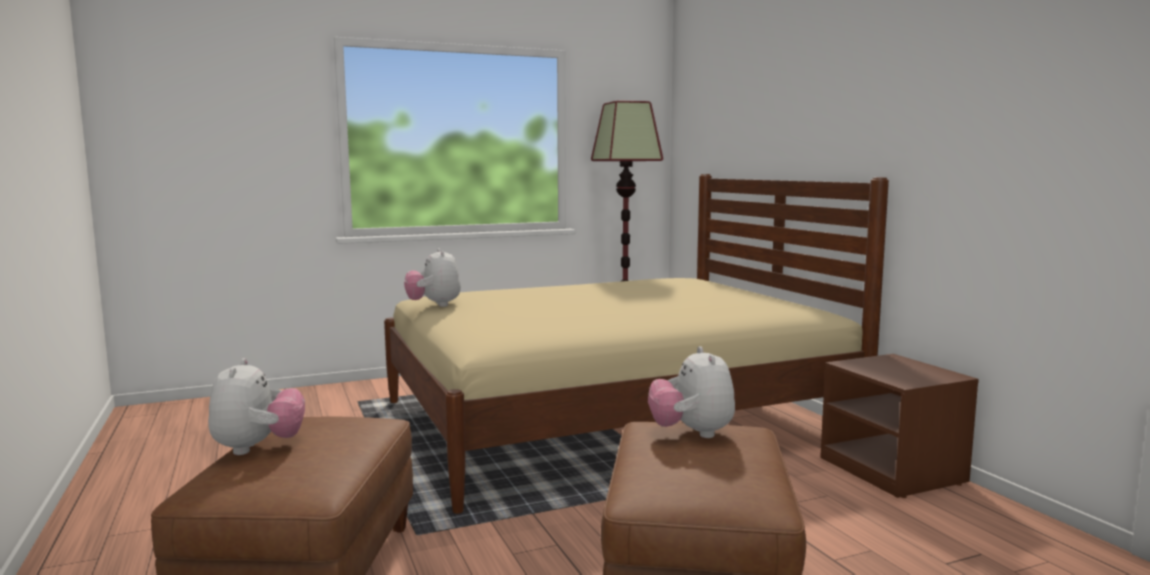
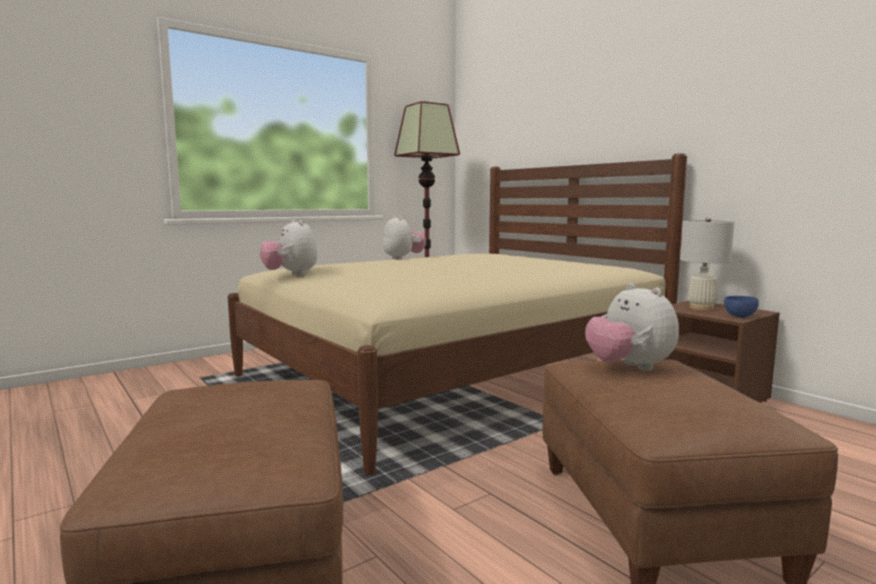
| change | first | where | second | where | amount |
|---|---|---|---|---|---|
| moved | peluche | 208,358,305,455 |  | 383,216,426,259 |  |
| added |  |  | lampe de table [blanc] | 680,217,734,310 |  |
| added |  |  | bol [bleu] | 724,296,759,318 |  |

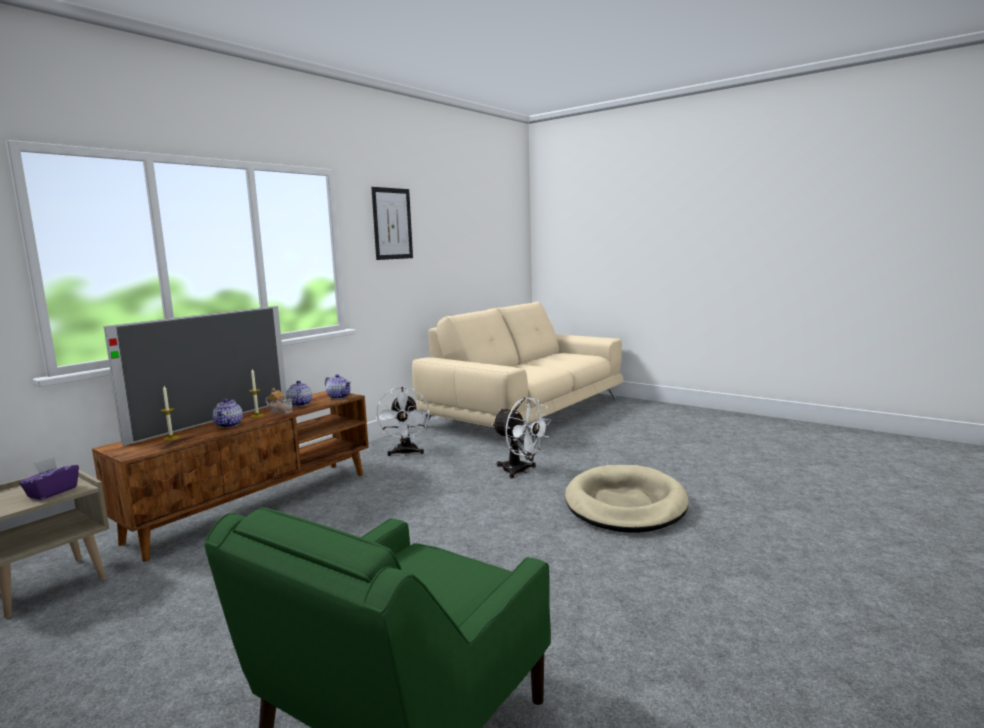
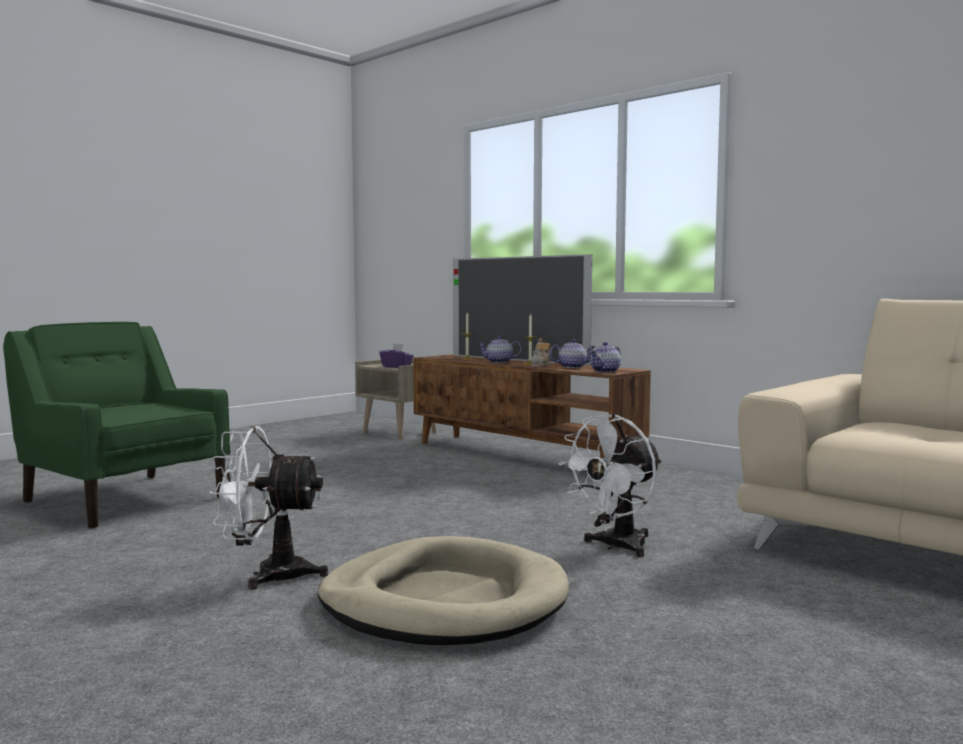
| change | first | where | second | where | amount |
|---|---|---|---|---|---|
| moved | ventilateur [blanc] | 376,387,429,456 |  | 209,426,328,590 |  |
| removed | tableau | 371,187,413,260 |  |  |  |

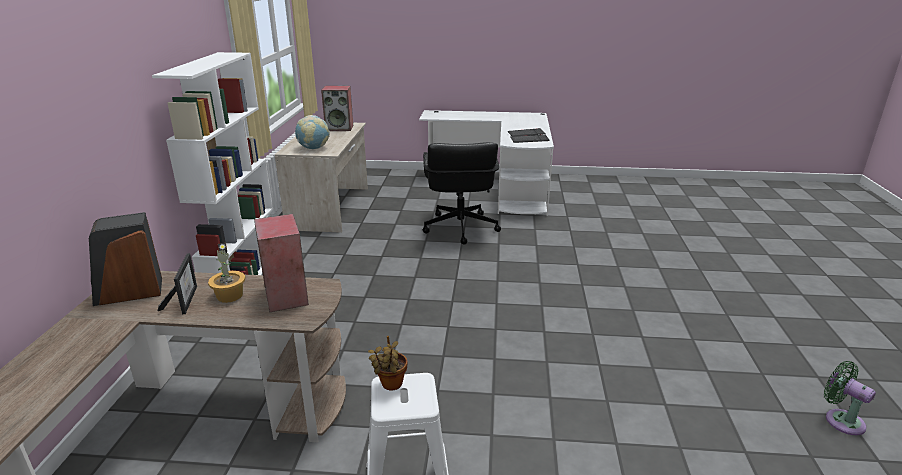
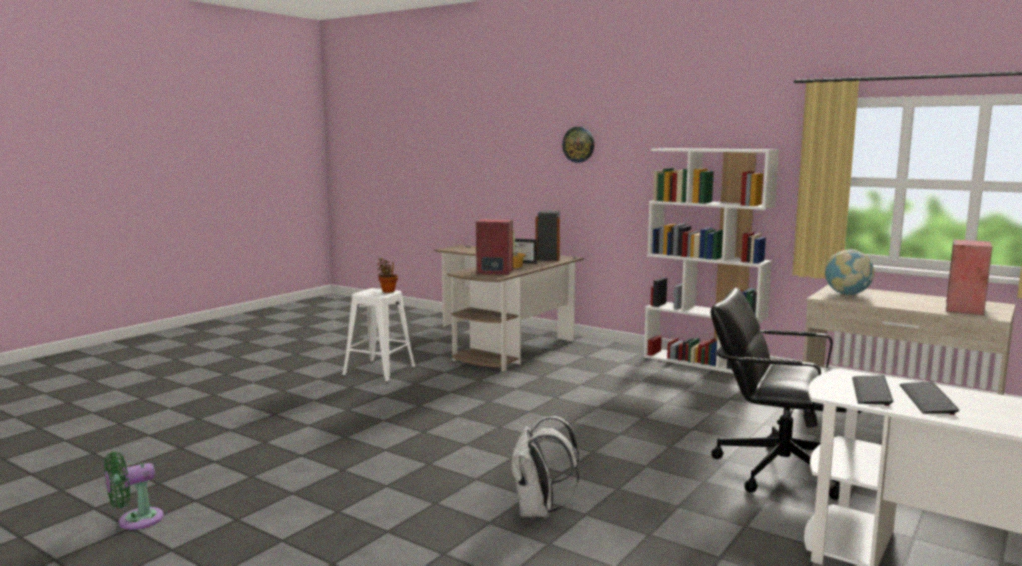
| change | first | where | second | where | amount |
|---|---|---|---|---|---|
| turned | ventilateur [vert] | 824,361,876,435 |  | 104,452,164,530 | 150 degrees clockwise |
| added |  |  | sac à dos [blanc] | 511,416,579,518 |  |
| added |  |  | horloge murale | 562,127,594,163 |  |

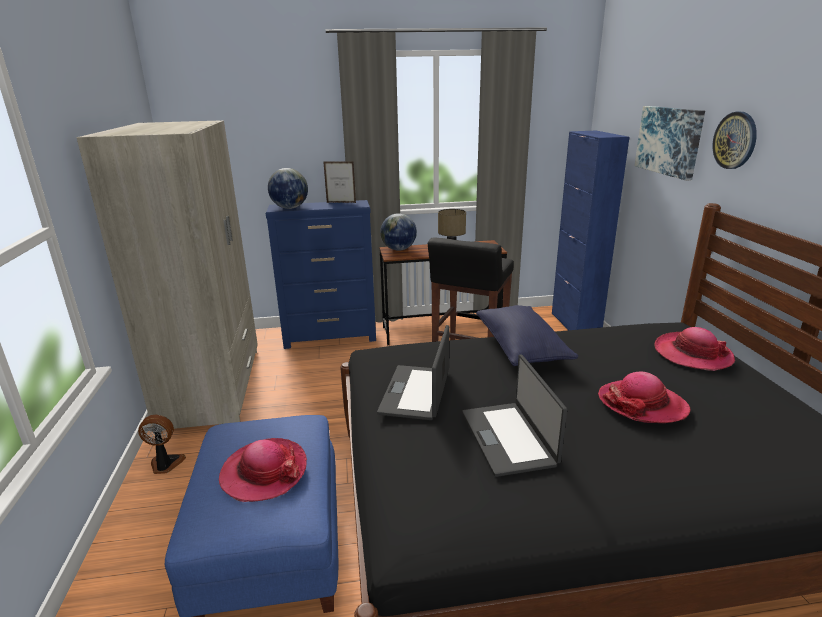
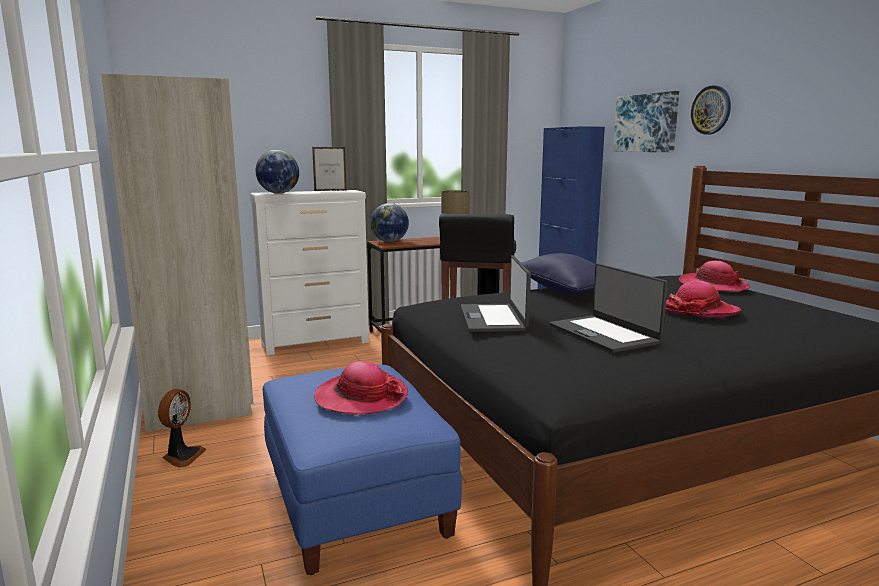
| change | first | where | second | where | amount |
|---|---|---|---|---|---|
| turned | ventilateur | 138,415,186,474 |  | 158,389,207,468 | 120 degrees clockwise |
| recoloured | commode [bleu] | 266,200,376,349 | commode [blanc] | 250,190,369,355 |  |

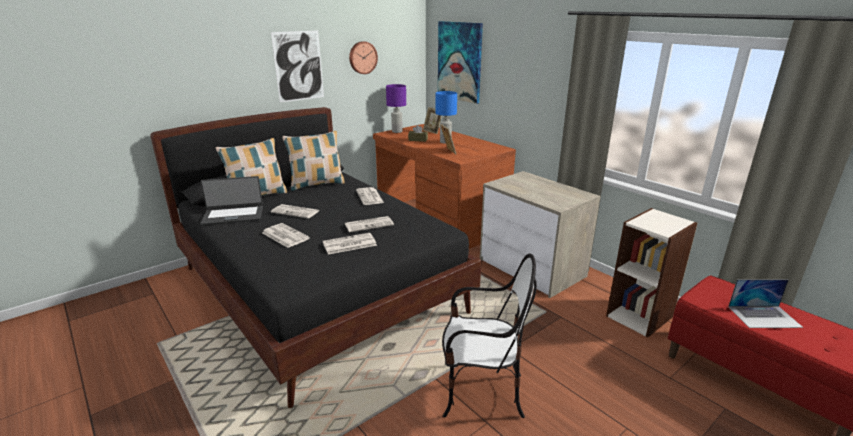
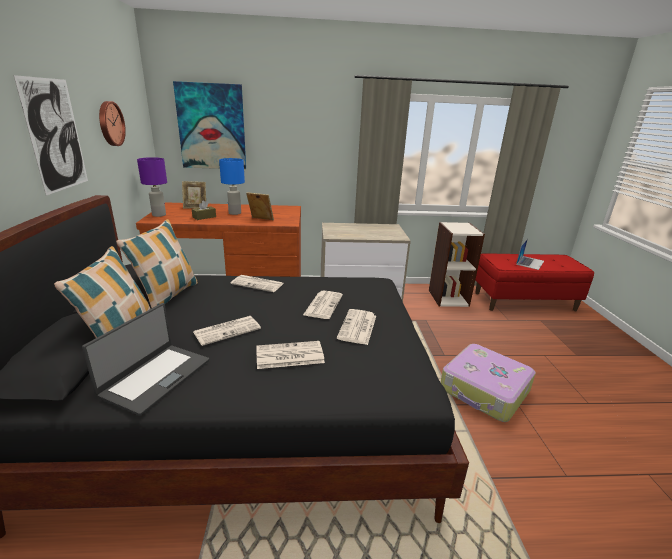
| change | first | where | second | where | amount |
|---|---|---|---|---|---|
| replaced | chaise | 442,254,537,418 | valise | 440,344,536,422 |  |

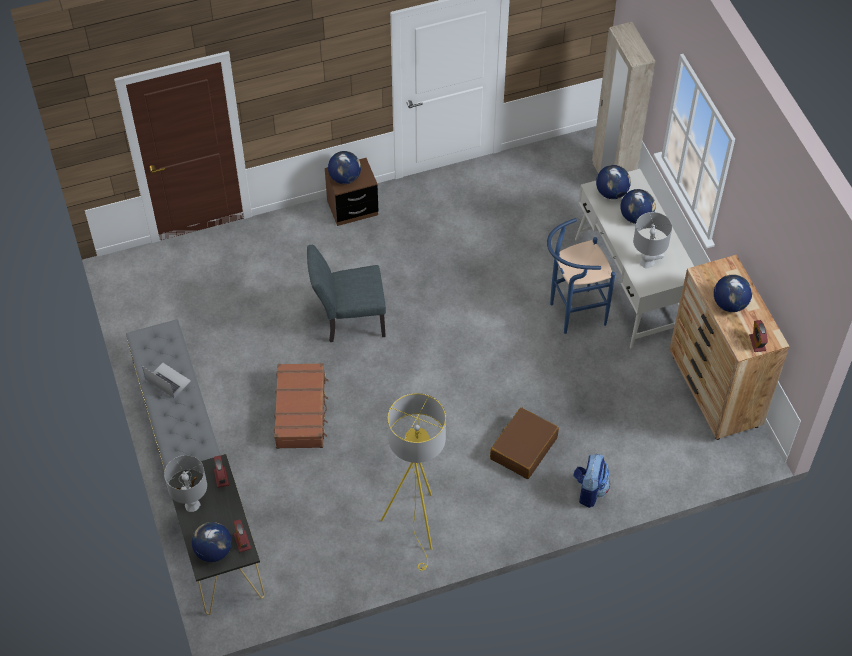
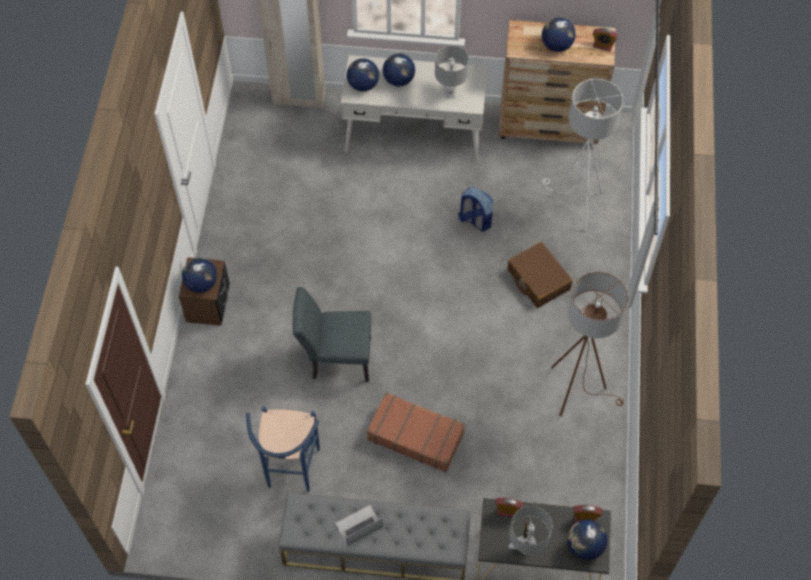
| change | first | where | second | where | amount |
|---|---|---|---|---|---|
| moved | tabouret [bleu] | 547,218,615,334 |  | 246,406,320,492 |  |
| turned | chaise [gris] | 307,245,386,342 |  | 293,287,371,382 | 75 degrees clockwise |
| moved | sac à dos | 574,454,610,508 |  | 458,187,493,232 |  |
| added |  |  | lampadaire [blanc] | 542,78,624,231 |  |
| recoloured | lampadaire [jaune] | 381,393,446,571 | lampadaire [marron] | 551,272,628,416 |  |

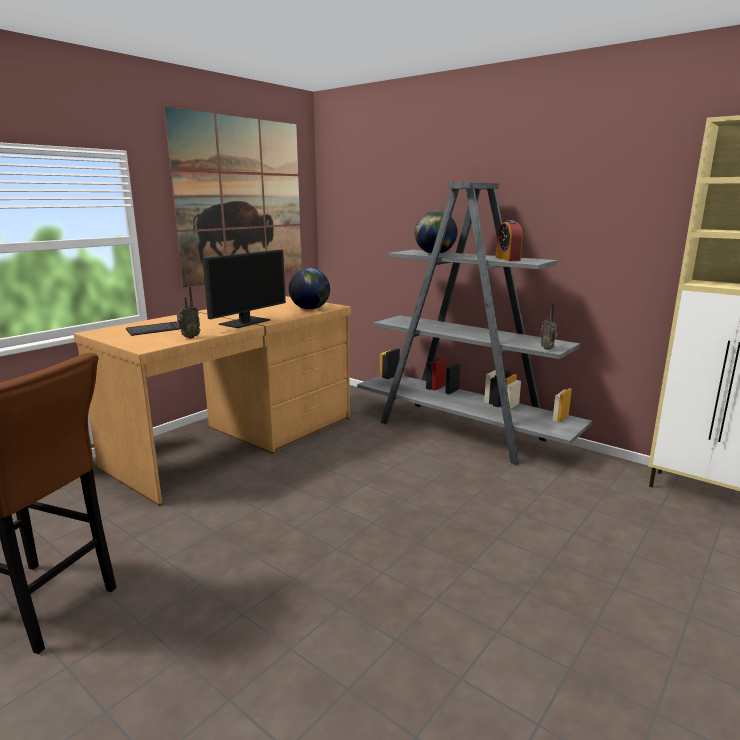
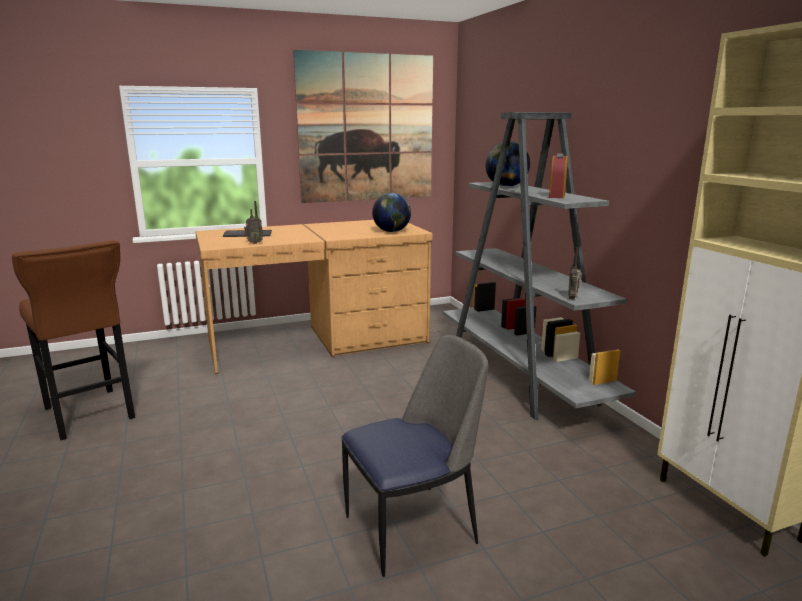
| change | first | where | second | where | amount |
|---|---|---|---|---|---|
| added |  |  | chaise | 341,335,489,577 |  |
| removed | écran d'ordinateur | 202,250,286,328 |  |  |  |

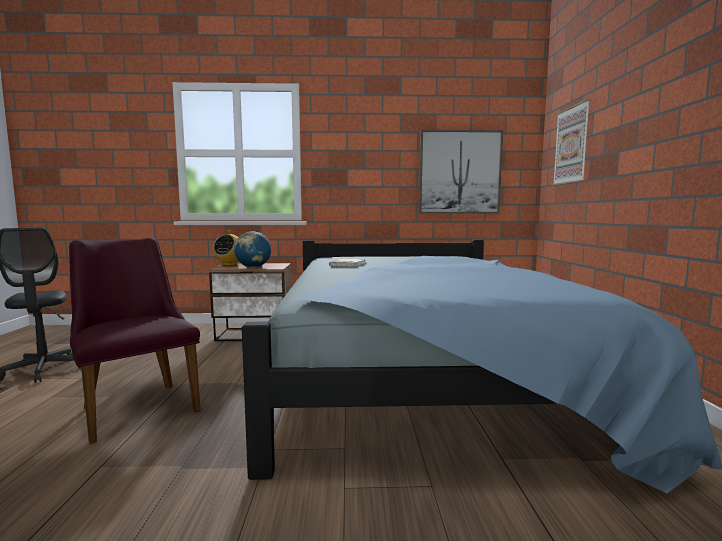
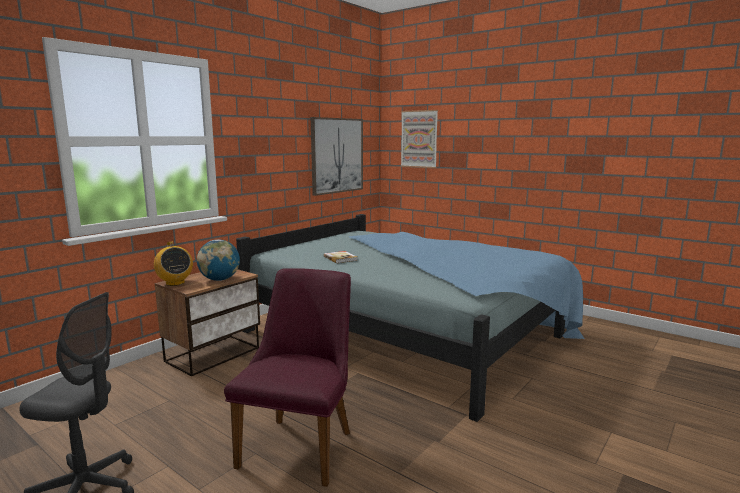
| change | first | where | second | where | amount |
|---|---|---|---|---|---|
| turned | chaise [violet] | 69,238,200,444 |  | 224,268,351,487 | 105 degrees clockwise |

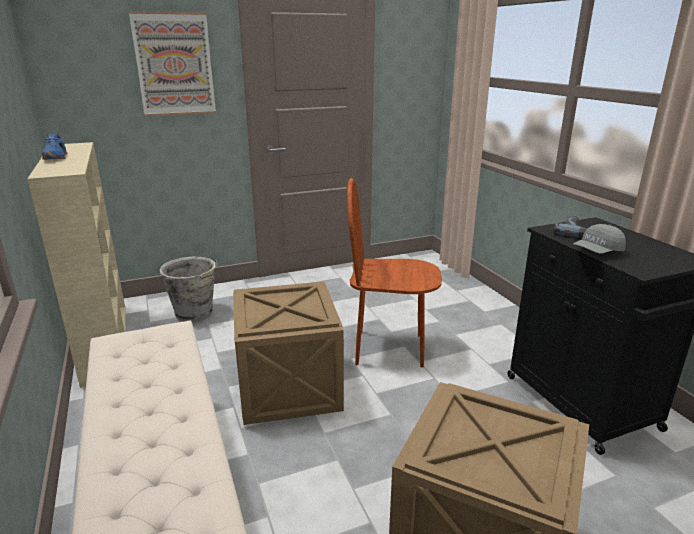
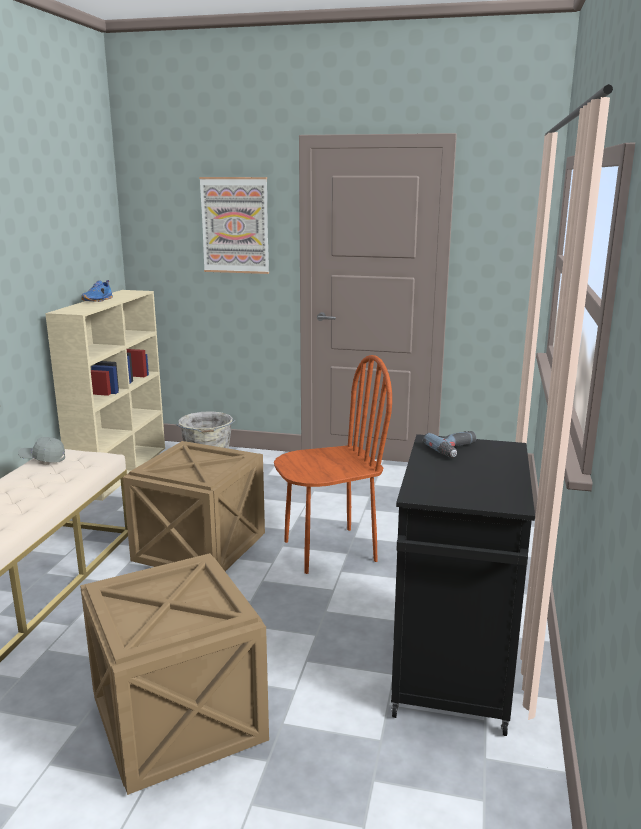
| change | first | where | second | where | amount |
|---|---|---|---|---|---|
| moved | casquette [gris] | 573,224,626,254 |  | 18,437,65,463 |  |
| turned | chaise [marron] | 347,178,442,367 |  | 274,355,392,574 | 120 degrees clockwise |

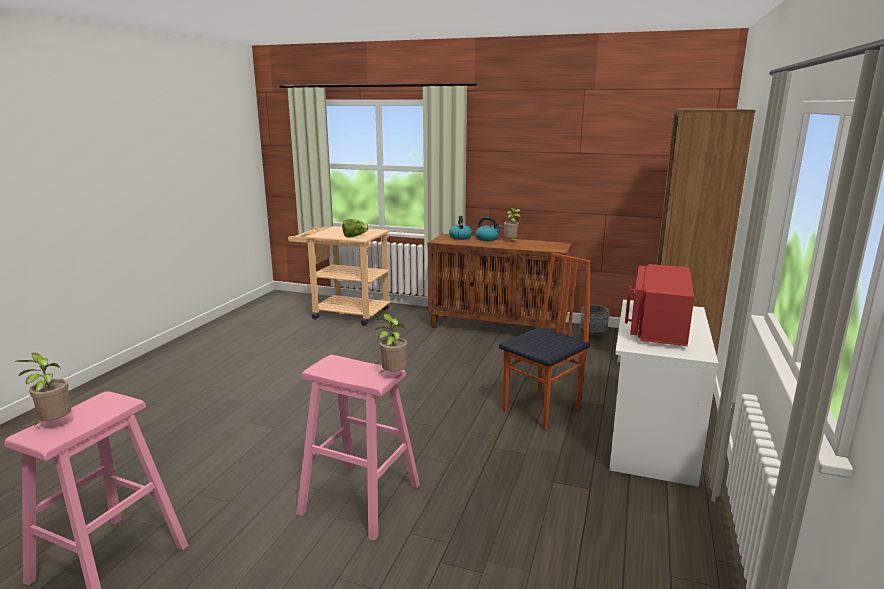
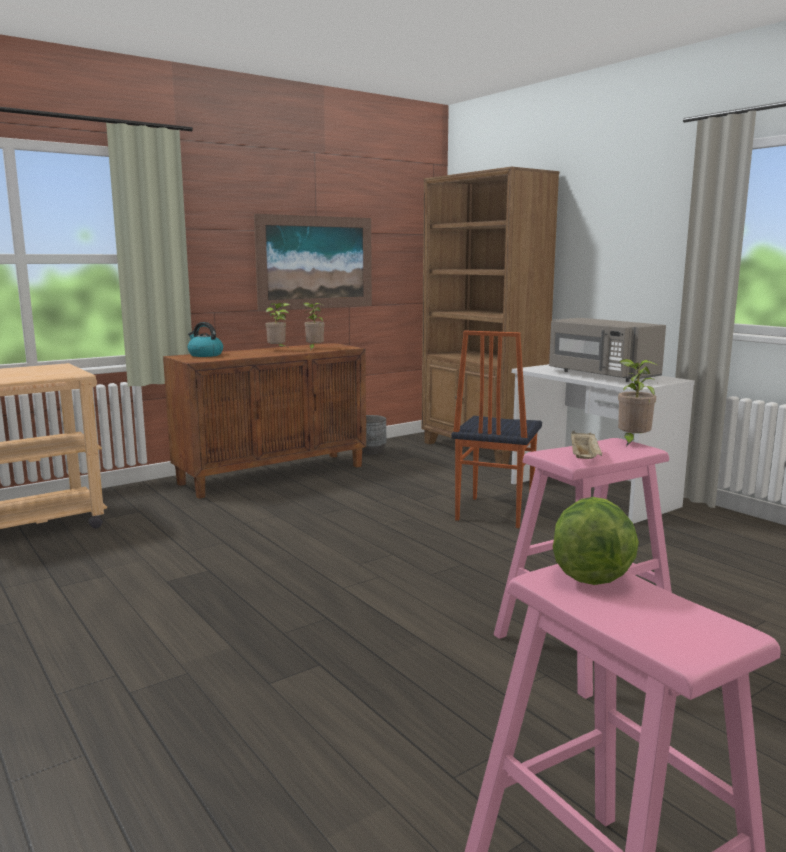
| change | first | where | second | where | amount |
|---|---|---|---|---|---|
| added |  |  | tableau | 254,214,372,311 |  |
| moved | plante en pot | 15,353,71,425 |  | 303,302,325,350 |  |
| turned | chaise | 499,253,590,430 |  | 451,330,542,528 | 150 degrees counterclockwise |
| recoloured | micro-ondes [rouge] | 625,264,694,346 | micro-ondes [gris] | 549,318,666,382 |  |
| moved | laitue | 342,219,368,237 |  | 553,497,639,585 |  |
| added |  |  | plateau [beige] | 571,431,603,459 |  |
| removed | bouilloire | 476,217,502,241 |  |  |  |

